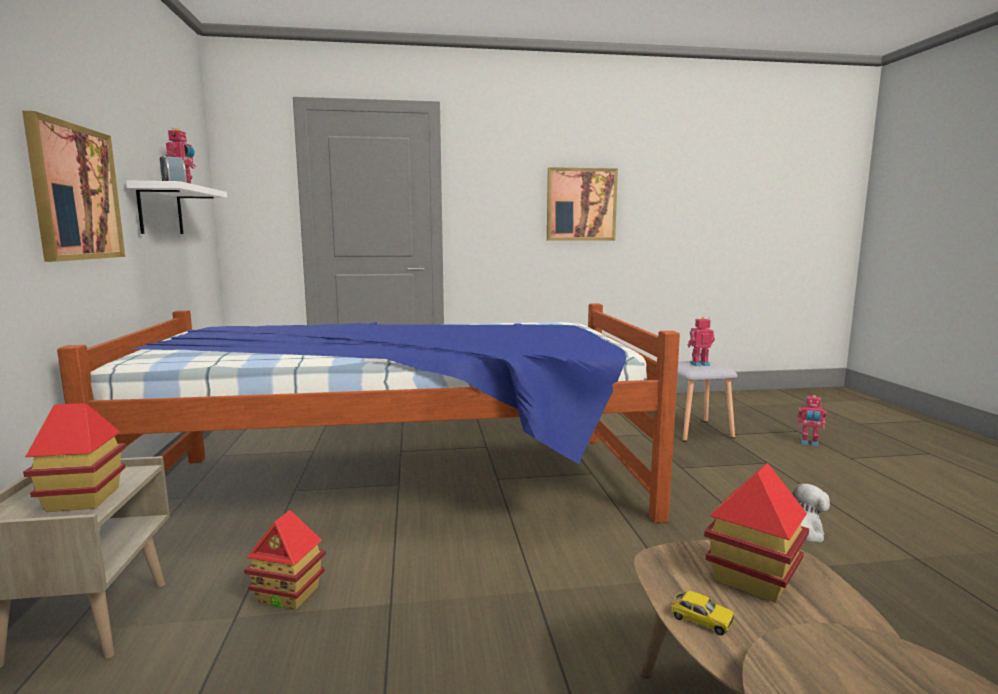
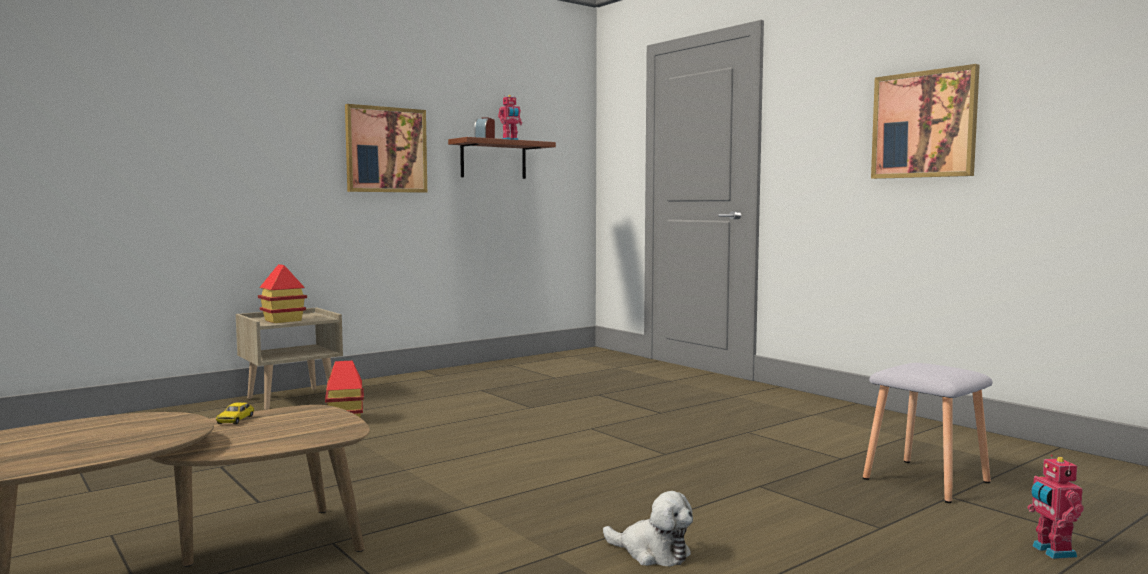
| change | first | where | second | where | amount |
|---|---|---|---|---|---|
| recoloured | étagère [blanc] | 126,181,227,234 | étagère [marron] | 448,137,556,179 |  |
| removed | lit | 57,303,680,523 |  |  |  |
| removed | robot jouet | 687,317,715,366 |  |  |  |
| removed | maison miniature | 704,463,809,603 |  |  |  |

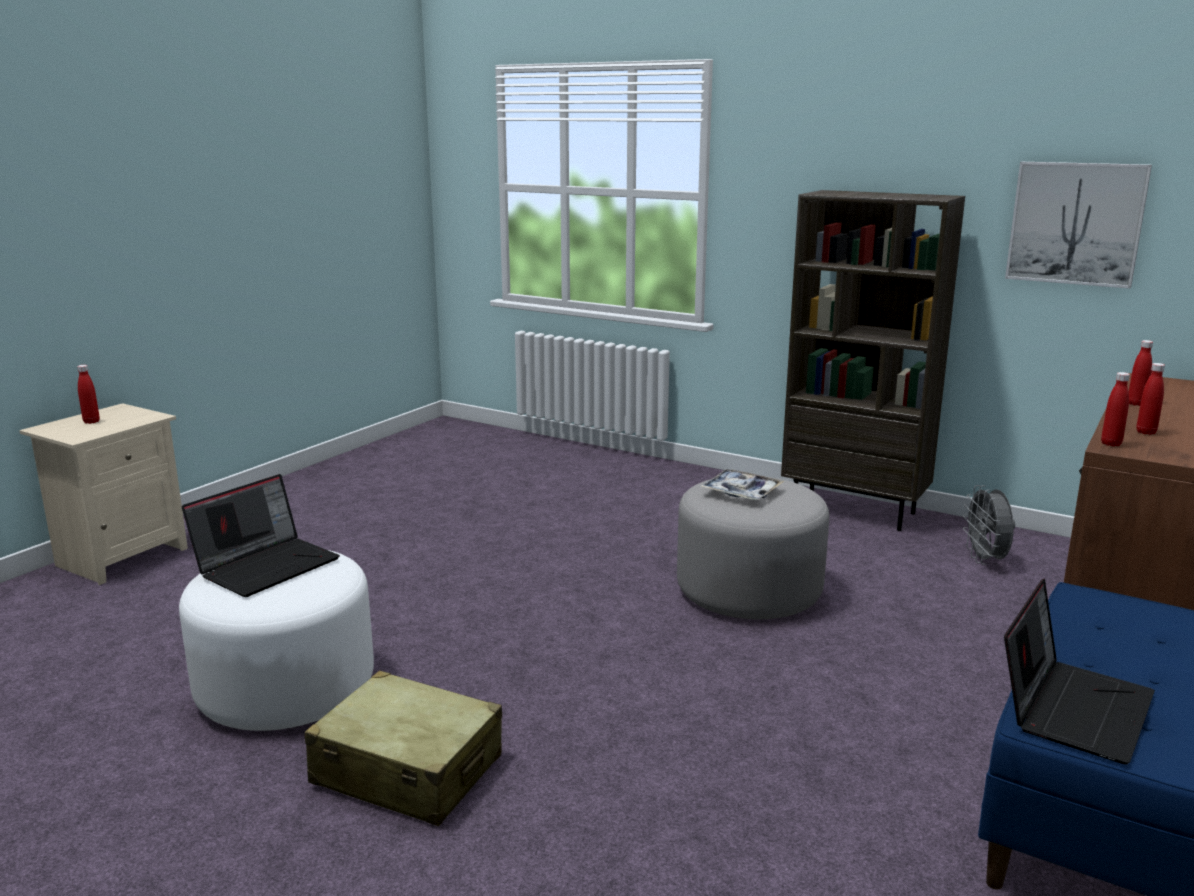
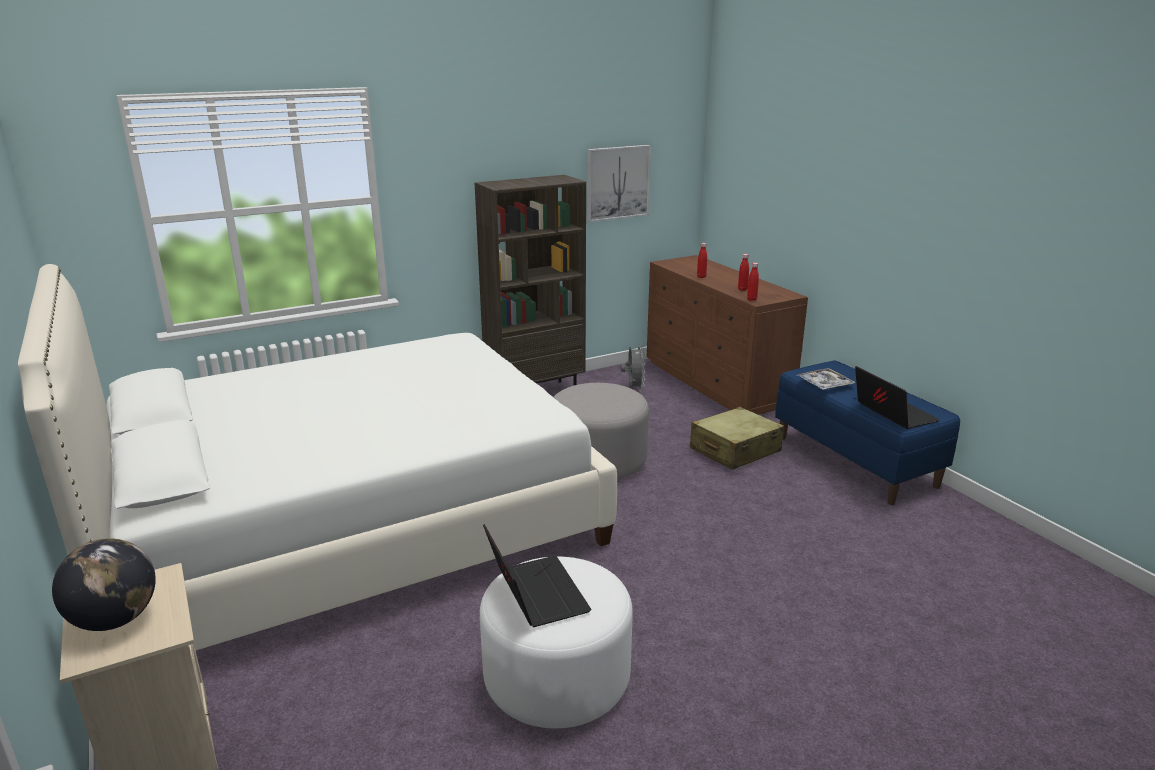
| change | first | where | second | where | amount |
|---|---|---|---|---|---|
| added |  |  | lit [blanc] | 18,264,617,650 |  |
| replaced | bouteille [rouge] | 77,365,100,424 | globe | 52,538,156,631 |  |
| turned | ventilateur [gris] | 963,485,1015,565 |  | 621,344,645,392 | 120 degrees counterclockwise |
| moved | valise [beige] | 305,670,502,826 |  | 690,407,784,470 |  |
| moved | plateau | 699,469,784,500 |  | 798,368,855,390 |  |

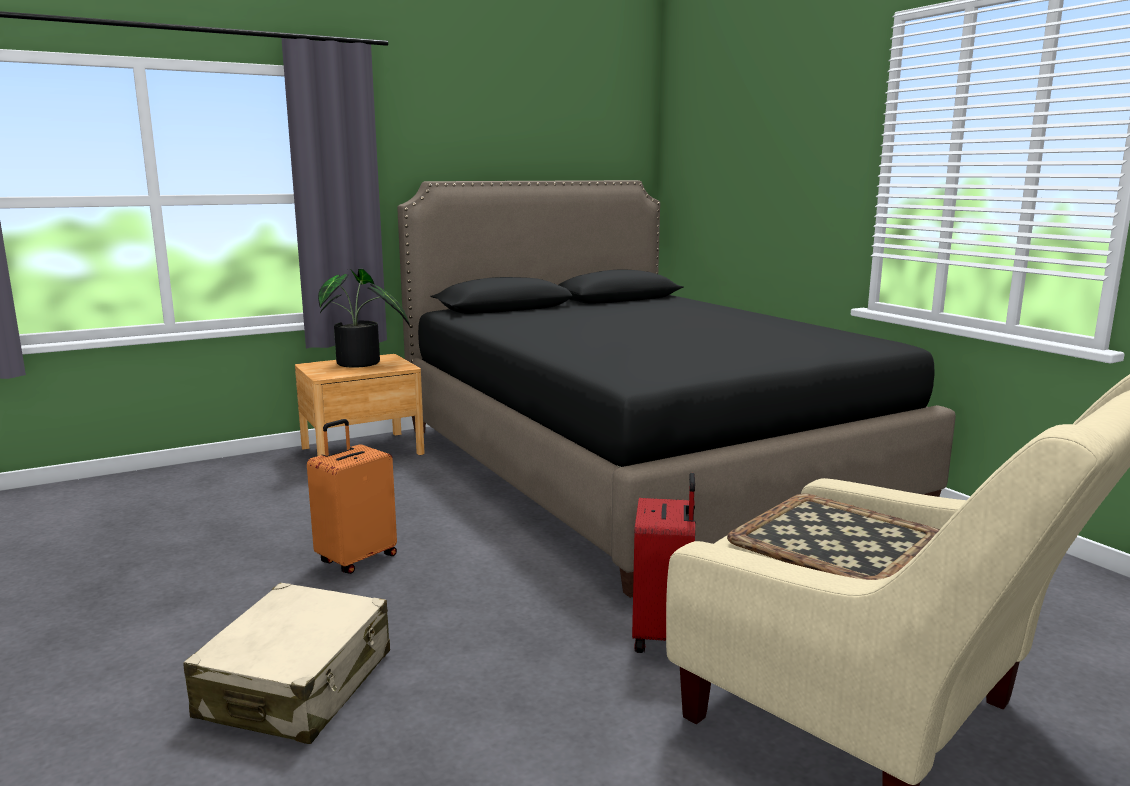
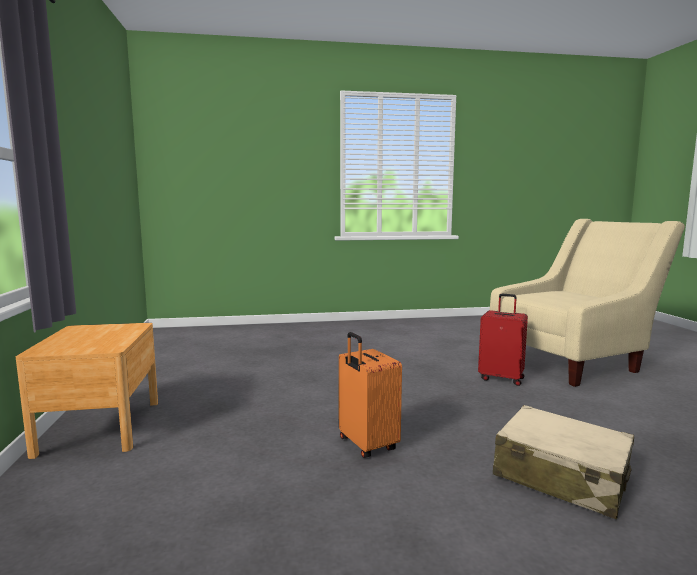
| change | first | where | second | where | amount |
|---|---|---|---|---|---|
| removed | plante en pot | 318,269,410,368 |  |  |  |
| removed | lit [noir] | 397,180,956,598 |  |  |  |
| removed | plateau | 727,494,940,580 |  |  |  |

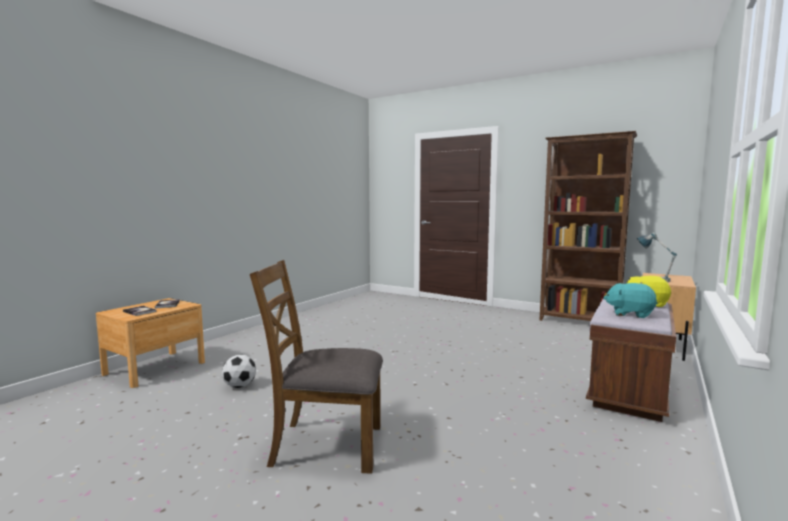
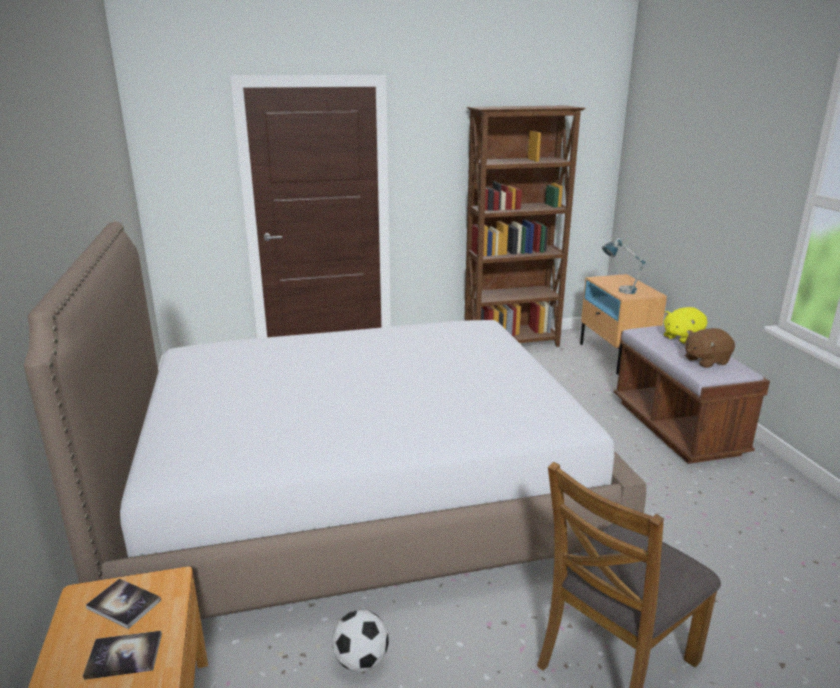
| change | first | where | second | where | amount |
|---|---|---|---|---|---|
| added |  |  | lit | 24,221,646,619 |  |
| recoloured | peluche [turquoise] | 603,283,658,318 | peluche [marron] | 685,328,735,368 |  |

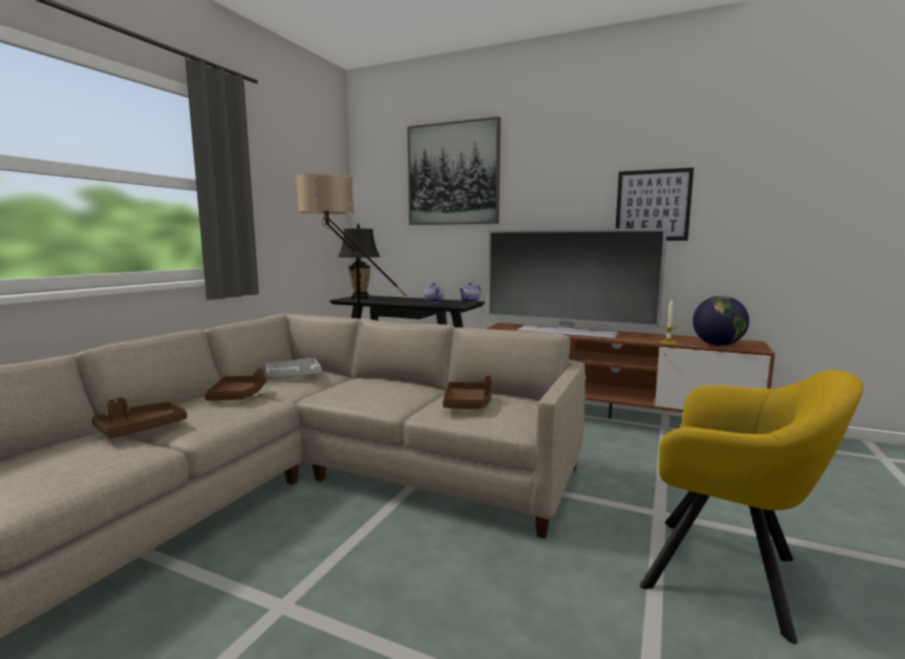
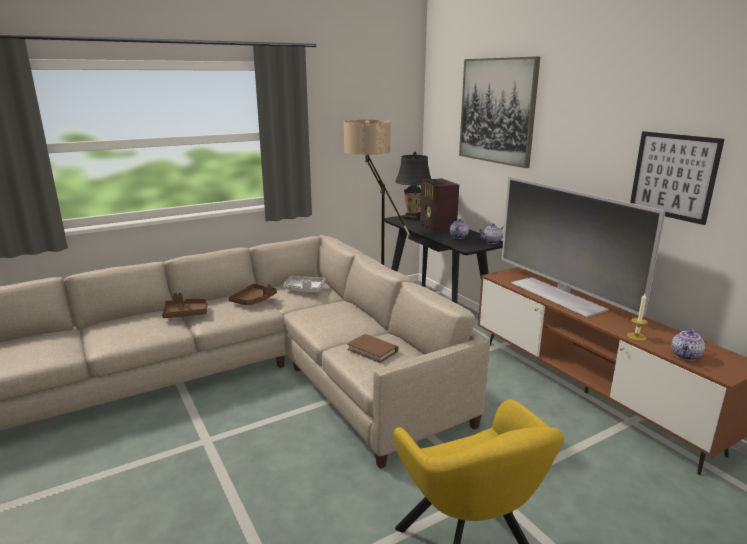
| change | first | where | second | where | amount |
|---|---|---|---|---|---|
| replaced | plateau [marron] | 443,376,492,409 | livre [marron] | 347,334,398,363 |  |
| added |  |  | radio | 420,178,459,233 |  |
| replaced | globe | 693,296,749,346 | théière | 671,329,705,361 |  |

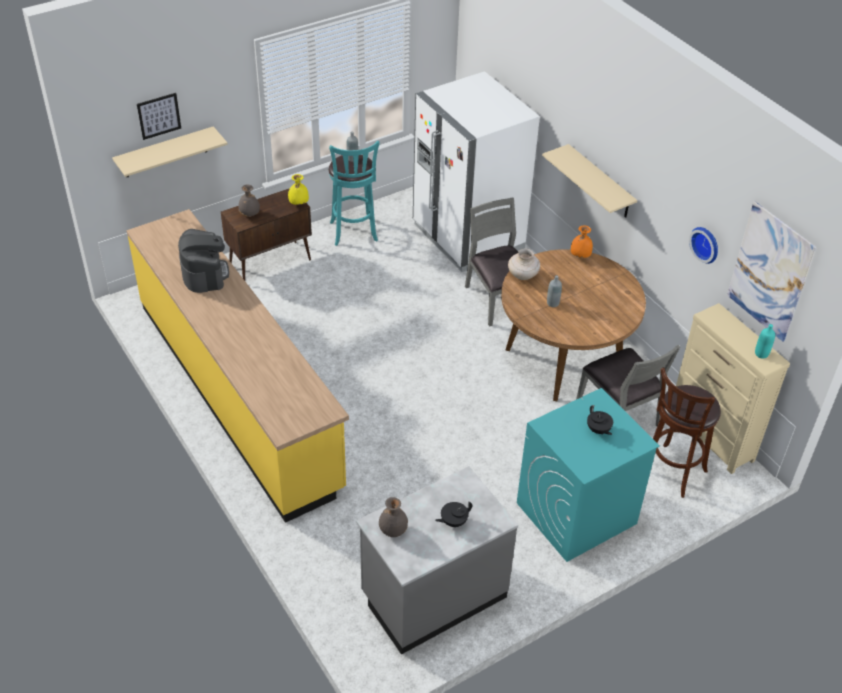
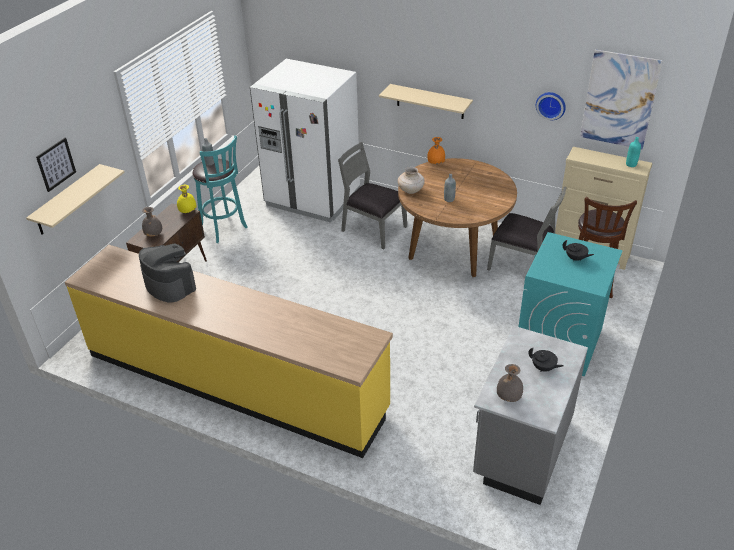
| change | first | where | second | where | amount |
|---|---|---|---|---|---|
| turned | théière [noir] | 435,501,472,527 |  | 528,347,564,372 | 90 degrees counterclockwise |

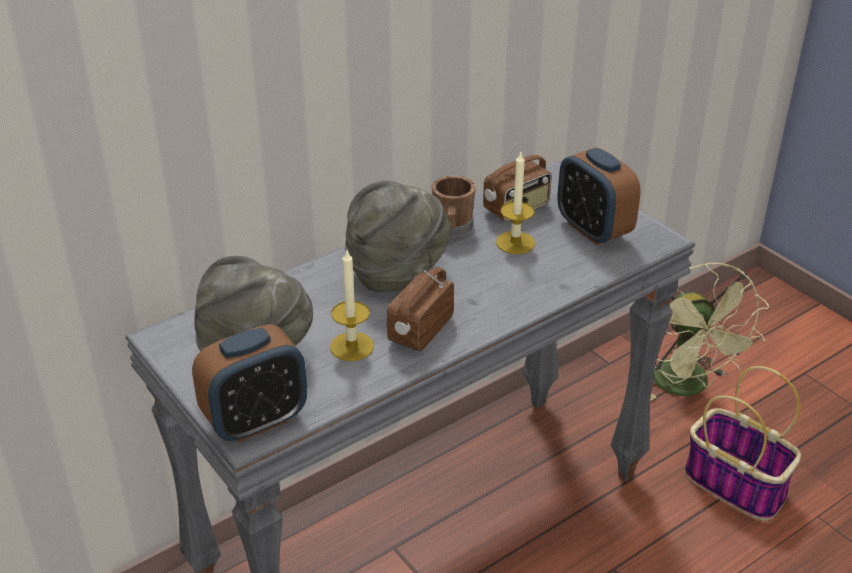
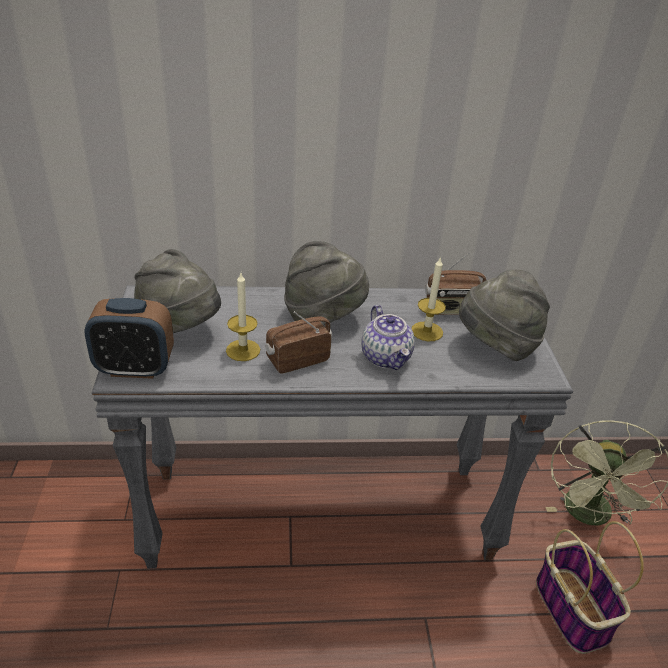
| change | first | where | second | where | amount |
|---|---|---|---|---|---|
| added |  |  | théière | 361,305,415,370 |  |
| replaced | réveil | 557,147,641,245 | chapeau [gris] | 459,270,550,361 |  |
| removed | mug [marron] | 432,175,476,238 |  |  |  |

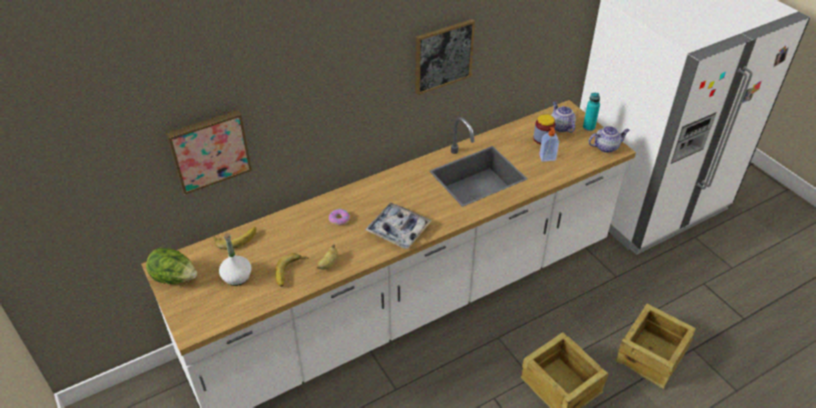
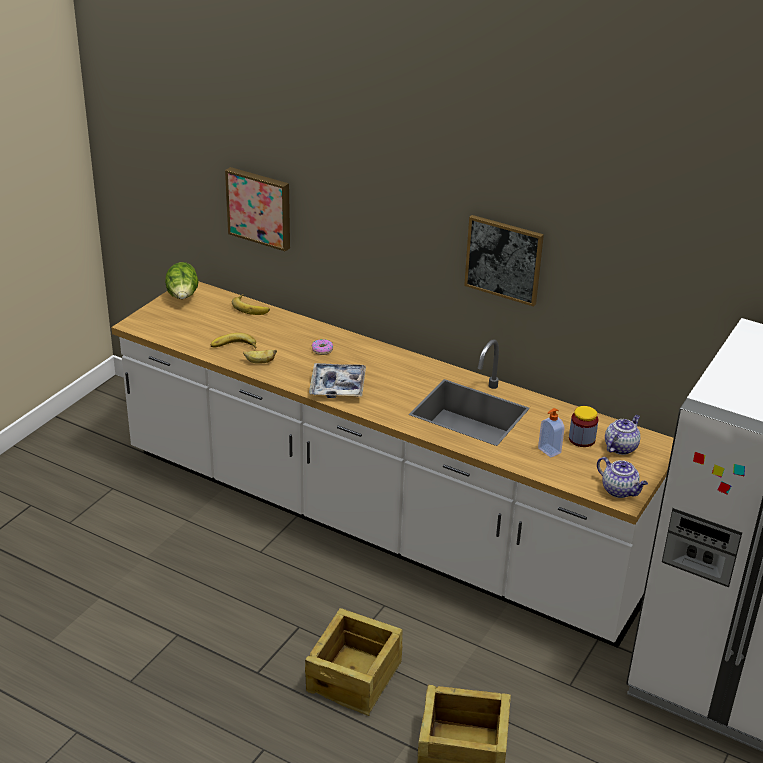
| change | first | where | second | where | amount |
|---|---|---|---|---|---|
| removed | bouteille [blanc] | 219,233,252,286 |  |  |  |
| removed | bouteille [turquoise] | 583,93,600,131 |  |  |  |

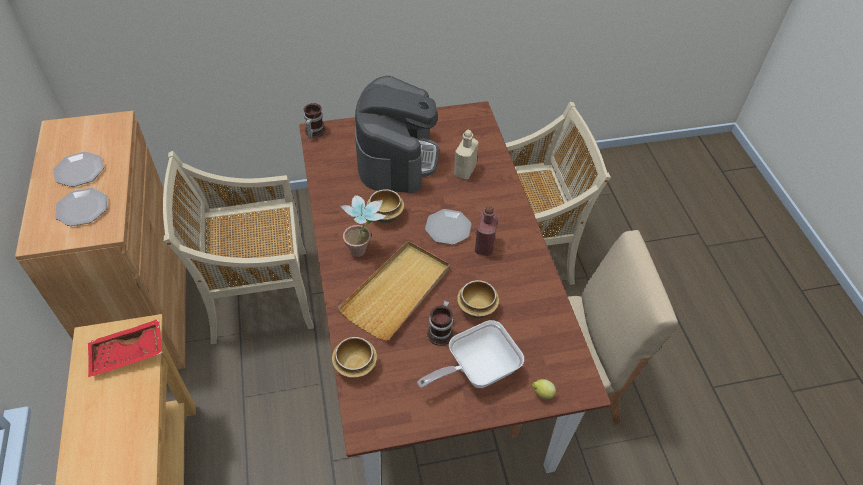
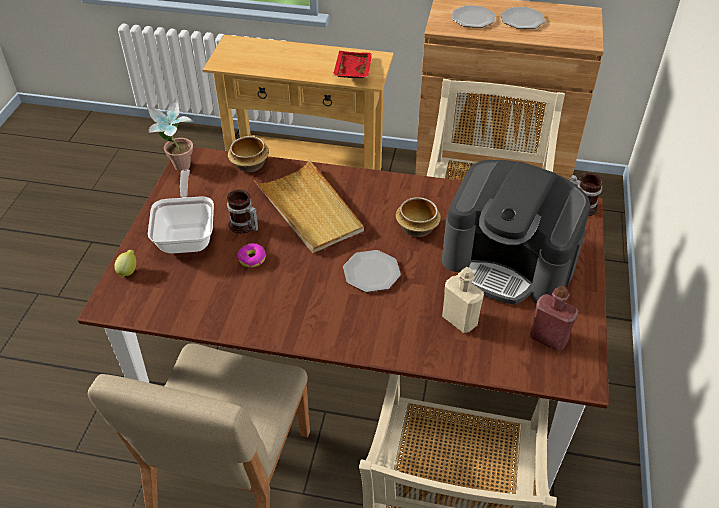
| change | first | where | second | where | amount |
|---|---|---|---|---|---|
| moved | plante en pot | 340,195,387,257 |  | 147,98,193,171 |  |
| replaced | bol | 457,280,499,318 | beignet | 238,243,266,267 |  |
| moved | bouteille [rouge] | 475,205,498,256 |  | 530,286,578,351 |  |

